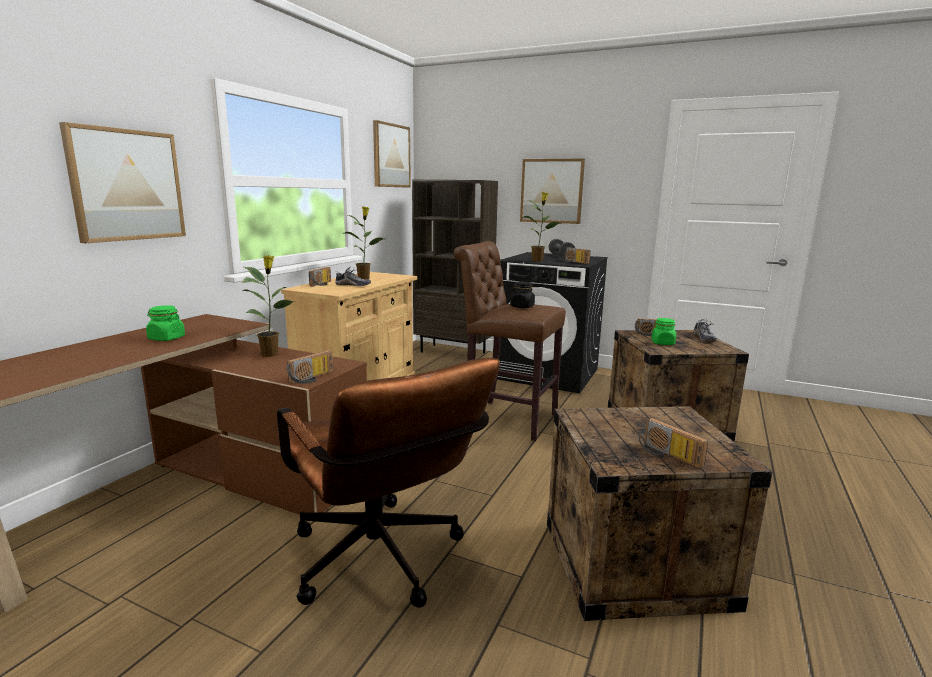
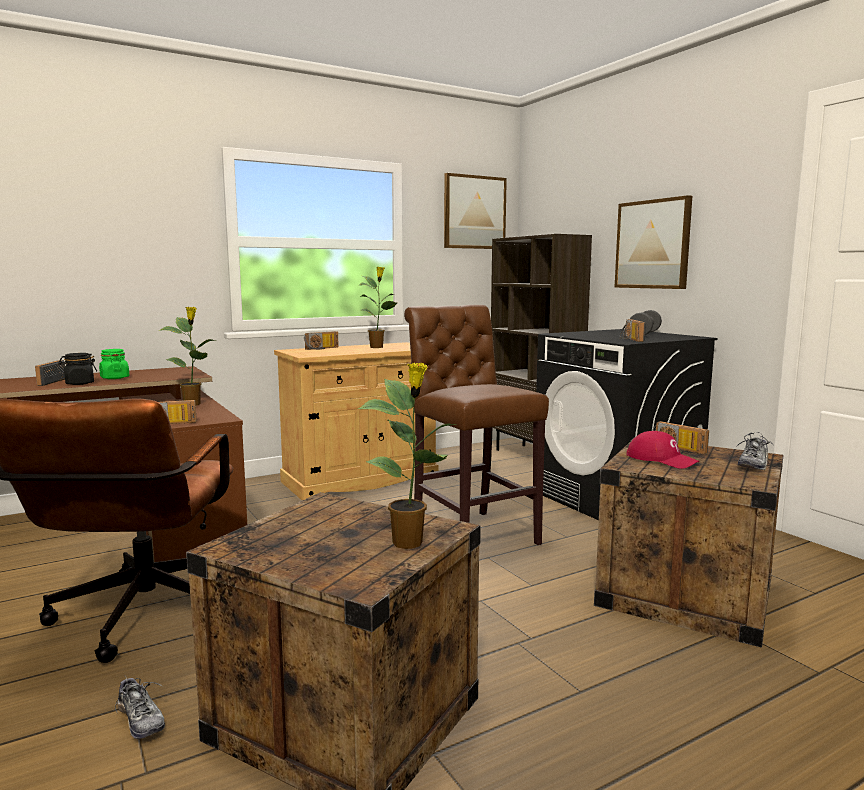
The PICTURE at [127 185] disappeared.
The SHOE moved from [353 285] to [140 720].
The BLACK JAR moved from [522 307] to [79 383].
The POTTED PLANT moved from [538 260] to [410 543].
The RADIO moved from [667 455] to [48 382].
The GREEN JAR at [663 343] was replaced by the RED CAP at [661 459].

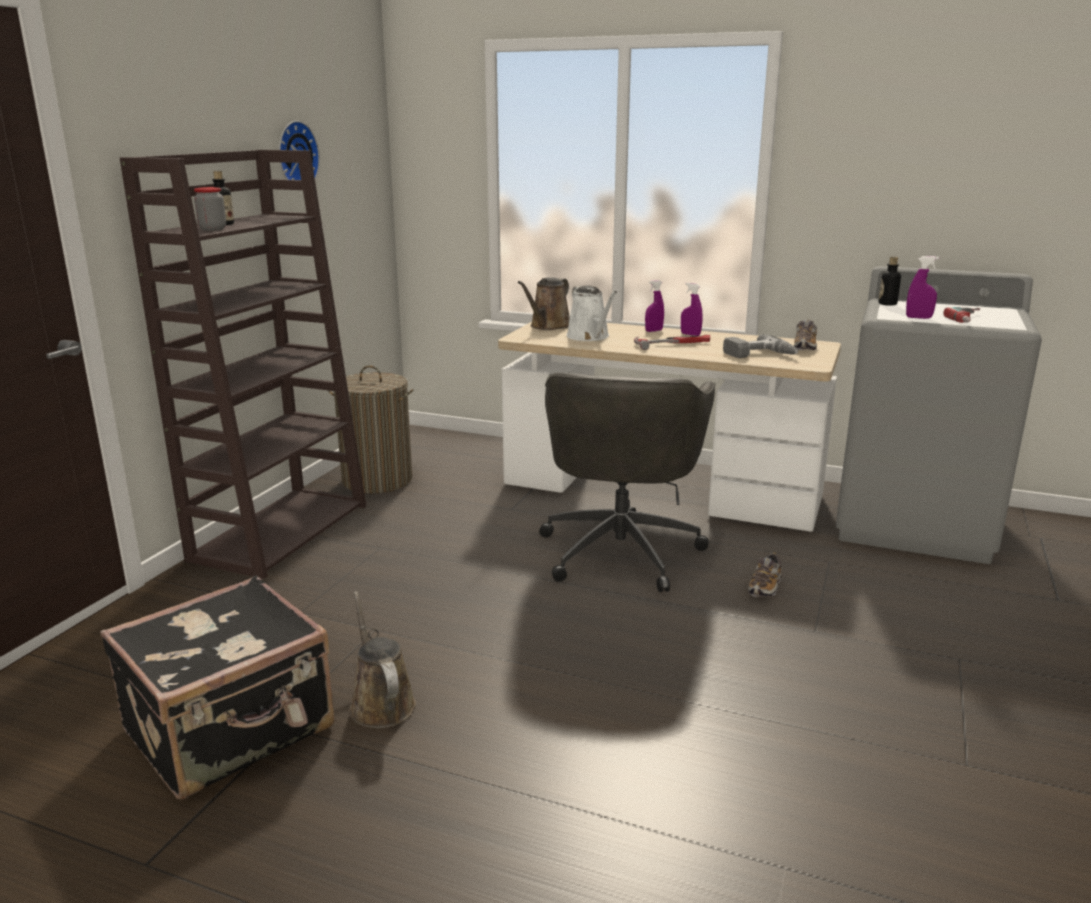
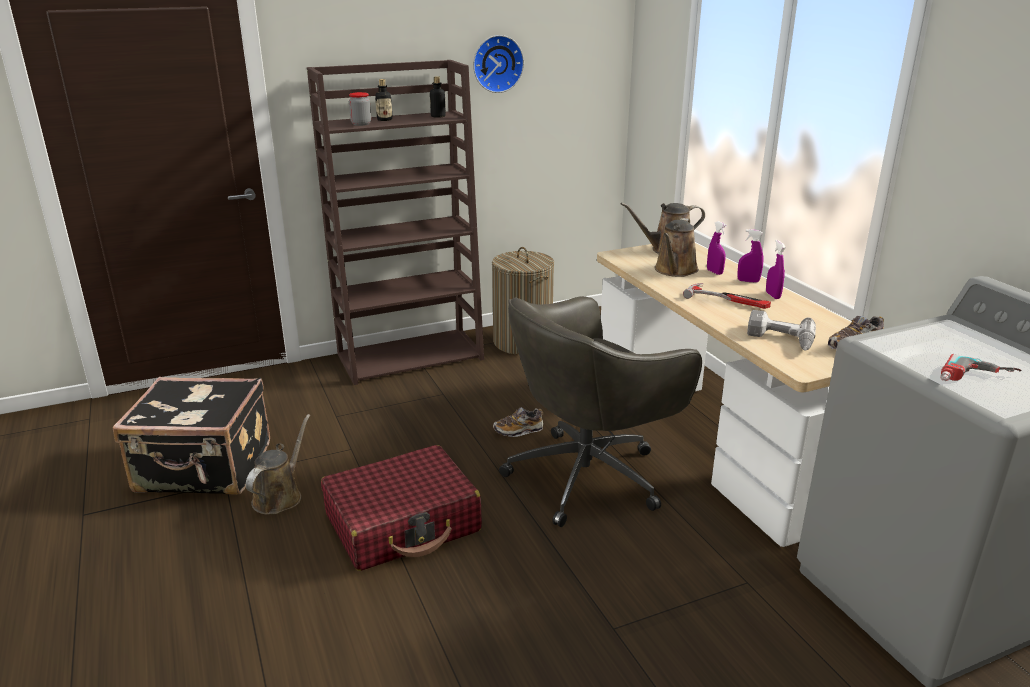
The WHITE WATERING CAN at [590 337] became the BROWN WATERING CAN at [675 271].
The SHOE moved from [765 587] to [518 430].
The BOTTLE moved from [887 304] to [438 116].
The PURPLE SPRAY BOTTLE moved from [918 318] to [714 272].
The RED SUITCASE at [403 523] appeared.

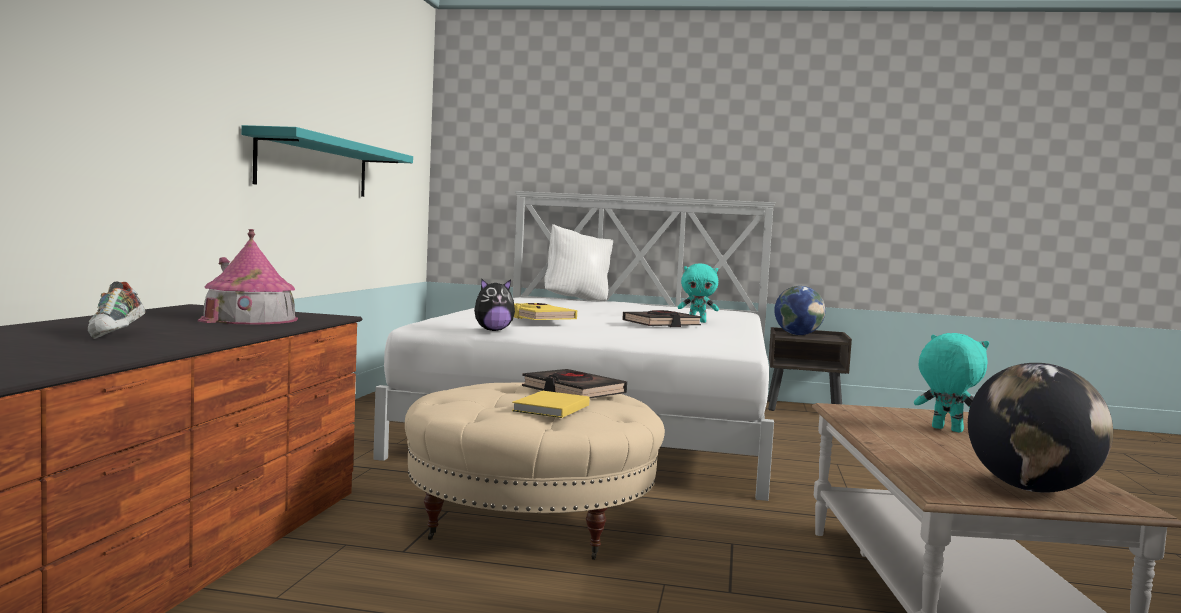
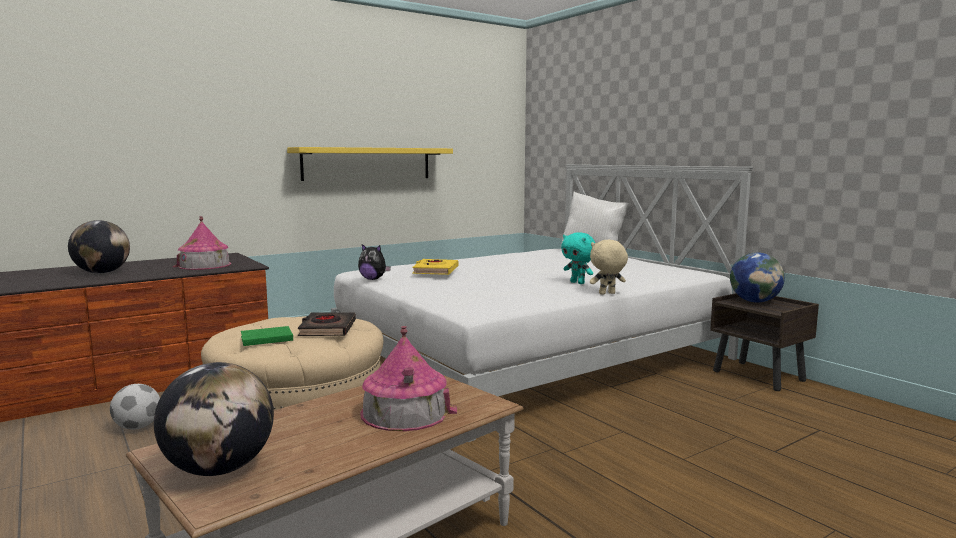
The SHOE at [117 335] was replaced by the GLOBE at [102 272].
The TURQUOISE SHELF at [315 166] became the YELLOW SHELF at [367 163].
The YELLOW BOOK at [549 408] became the GREEN BOOK at [265 338].
The BLACK BOOK at [661 324] disappeared.
The TURQUOISE PLUSH TOY at [946 430] was replaced by the TOY HOUSE at [405 412].
The FOOTBALL at [137 427] appeared.
The BEIGE PLUSH TOY at [607 294] appeared.

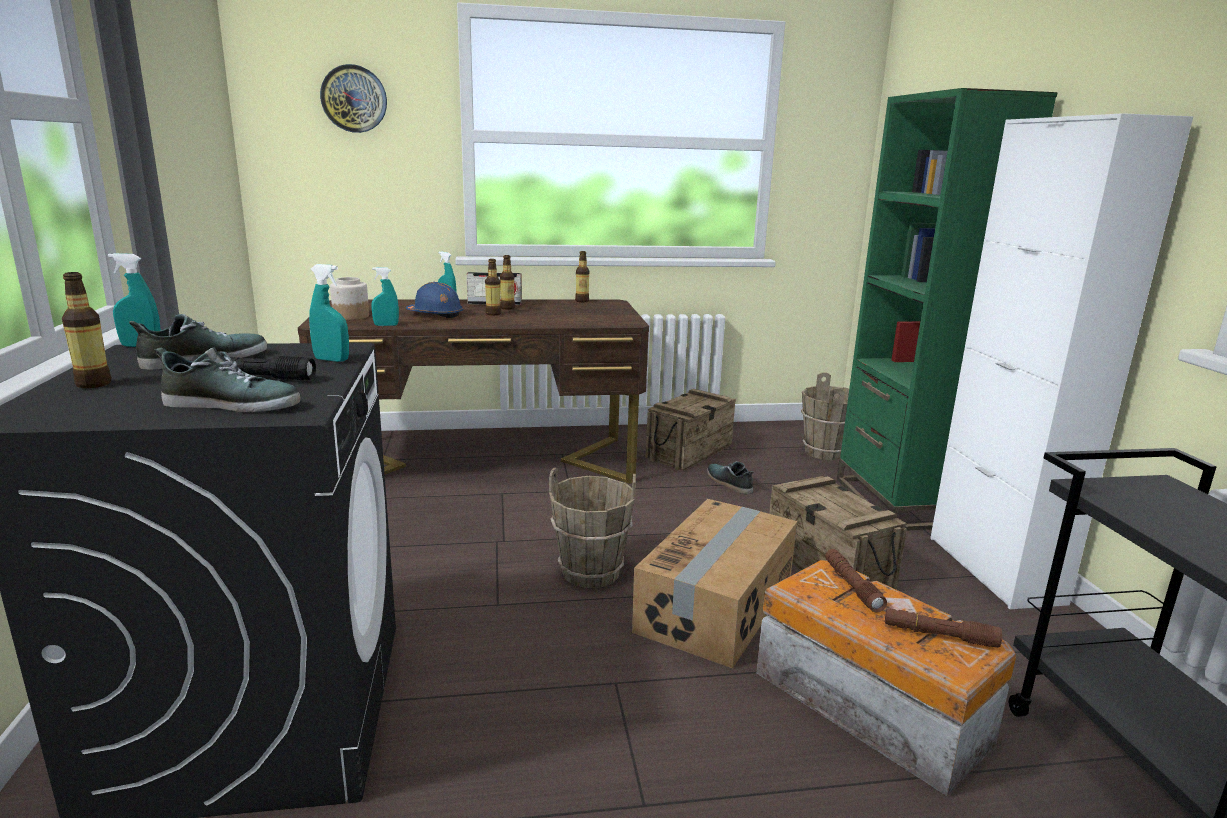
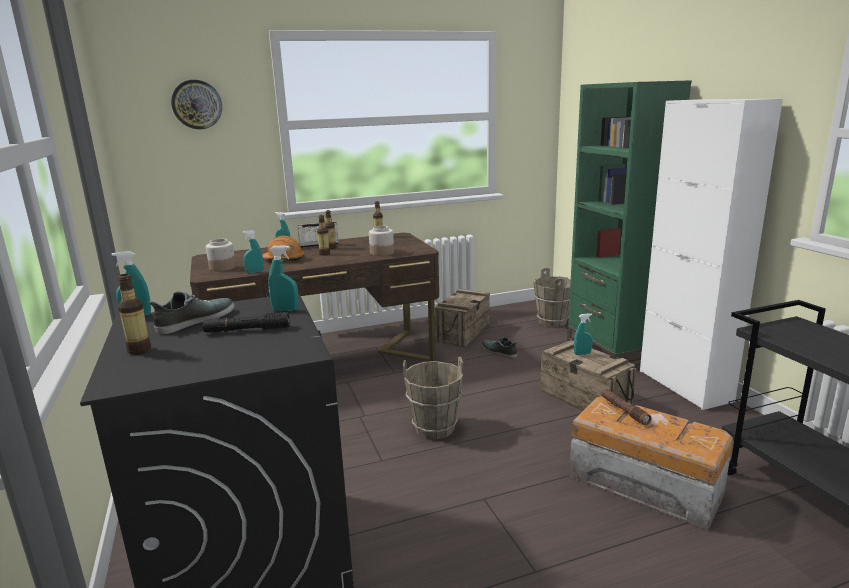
The SHOE at [232 404] disappeared.
The BLUE HARD HAT at [435 315] became the ORANGE HARD HAT at [284 259].
The CARDBOARD BOX at [717 605] disappeared.
The BROWN FLASHLIGHT at [939 635] disappeared.
The JAR at [382 253] appeared.
The TURQUOISE SPRAY BOTTLE at [582 354] appeared.

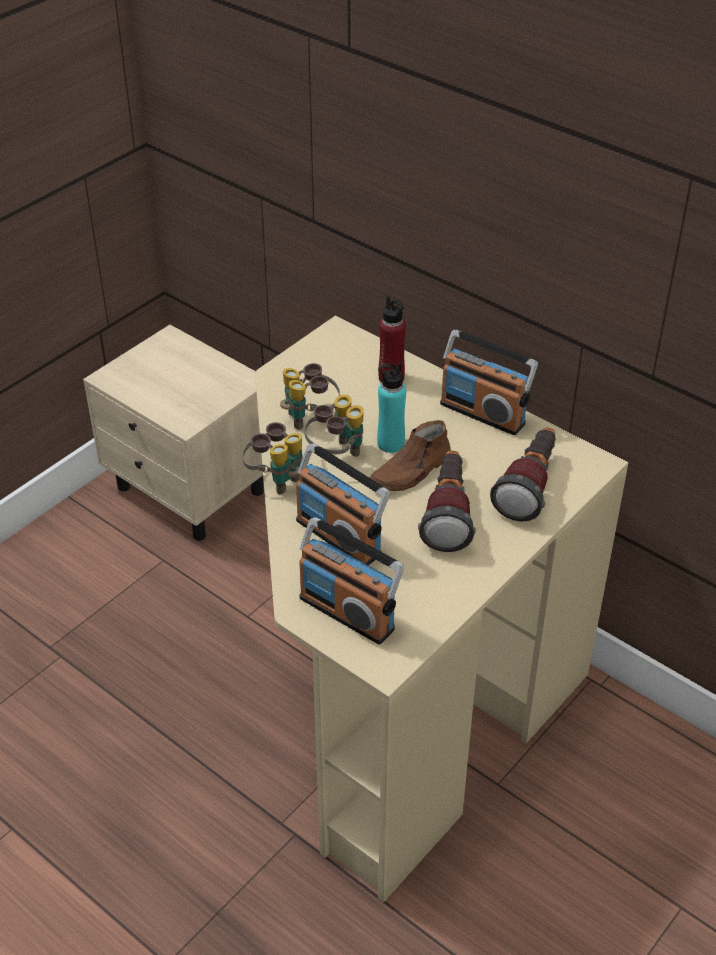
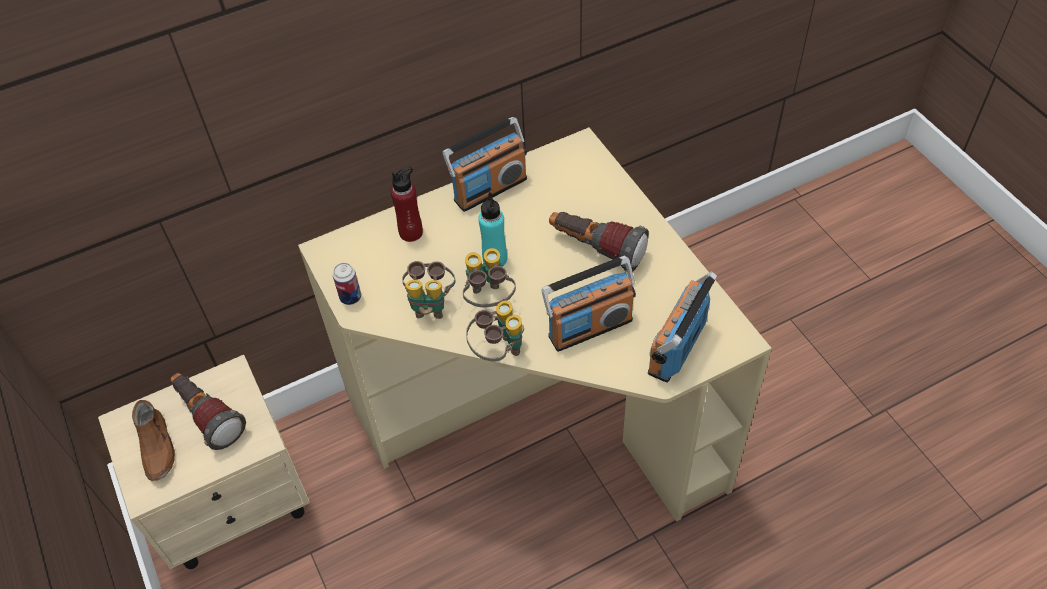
The RADIO at [347 612] turned 150 degrees clockwise.
The BROWN SHOE moved from [411 471] to [157 447].
The FLASHLIGHT moved from [529 487] to [208 417].
The CAN at [350 297] appeared.

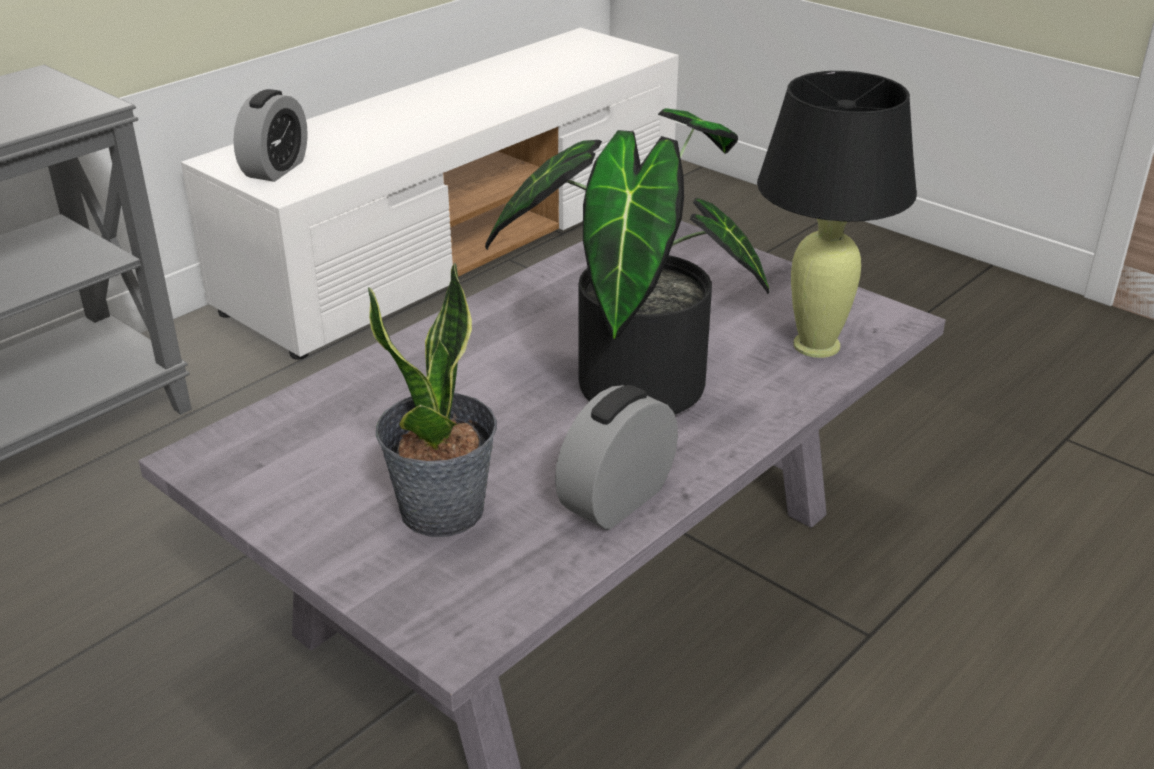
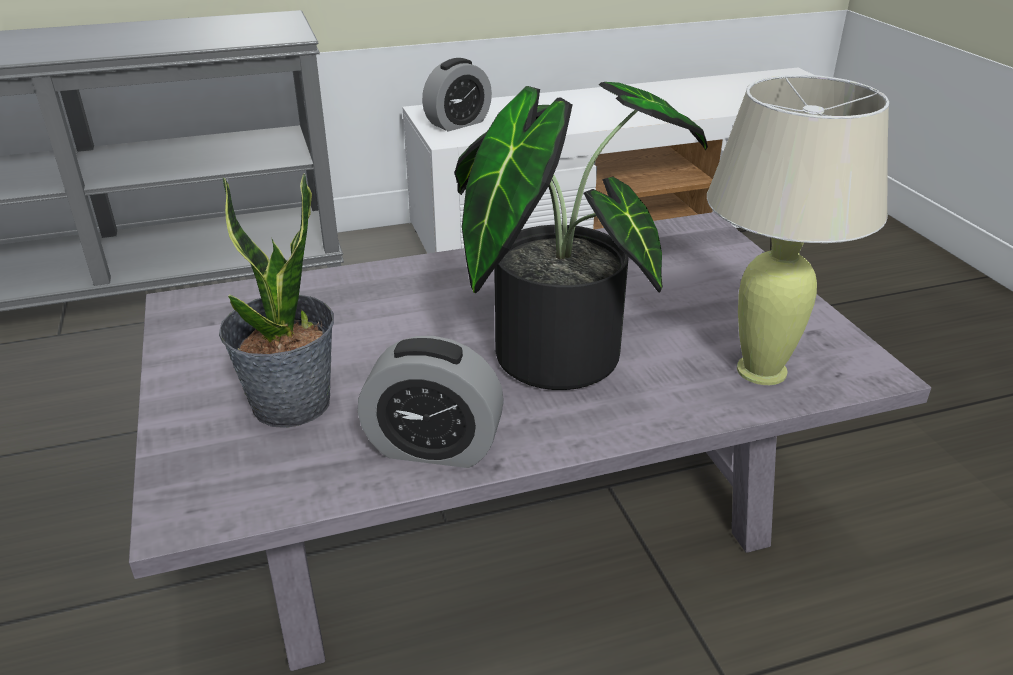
The ALARM CLOCK at [617 500] turned 150 degrees counterclockwise.
The BLACK TABLE LAMP at [817 345] became the BEIGE TABLE LAMP at [762 371].

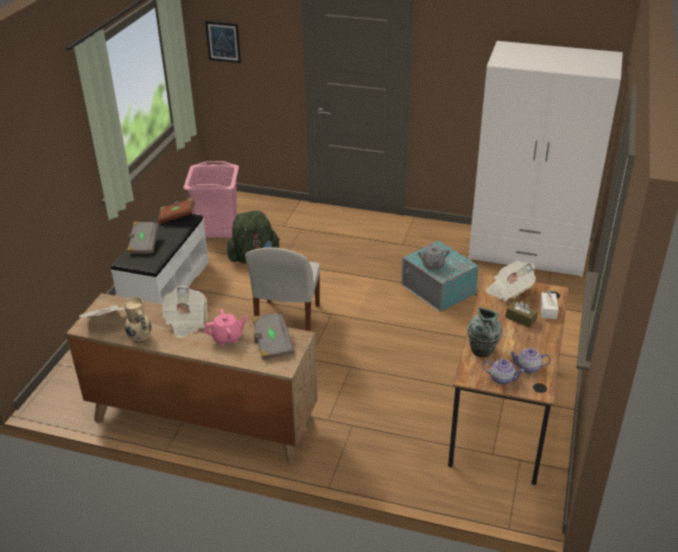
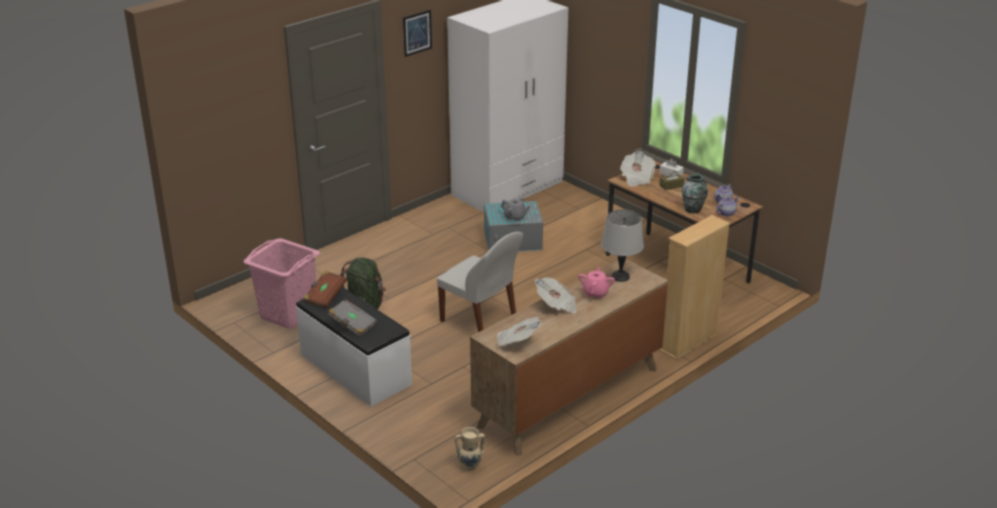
The BEIGE VASE moved from [140 338] to [470 465].
The PICTURE moved from [223 42] to [417 33].
The GREY BOOK at [272 343] was replaced by the GREY TABLE LAMP at [620 277].
The BEIGE BOOKCASE at [688 342] appeared.

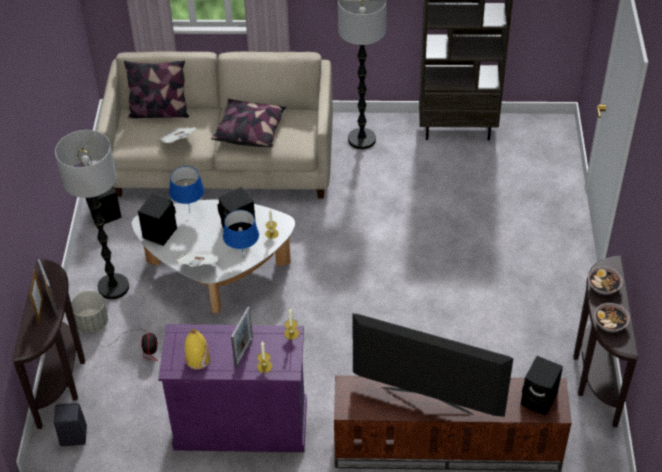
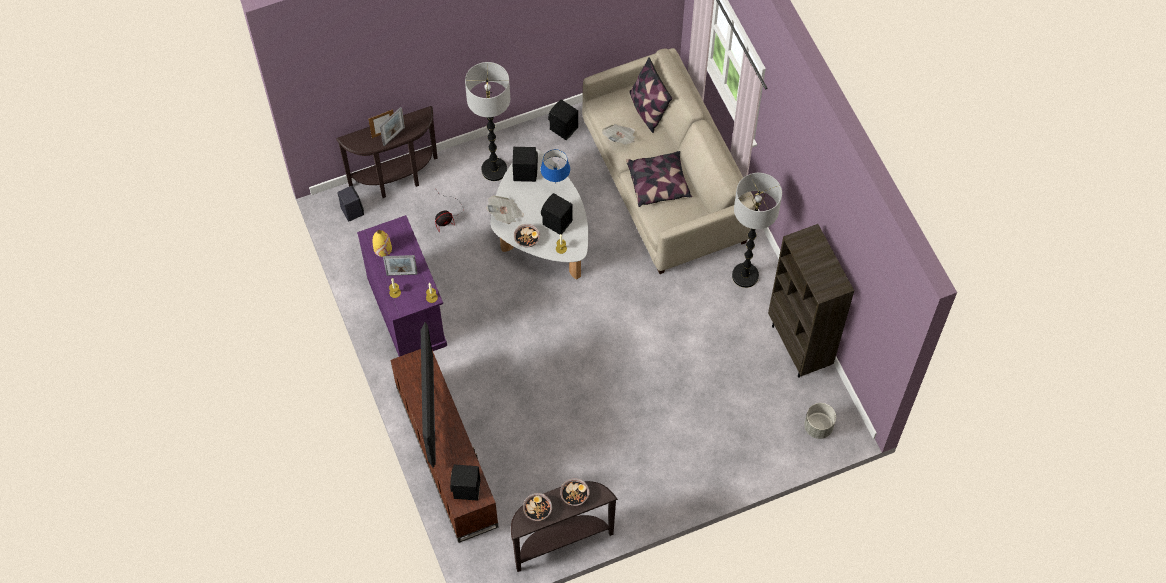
The GREY PLANTER moved from [92 323] to [818 427].
The BLUE TABLE LAMP at [243 257] was replaced by the BOWL at [527 239].

